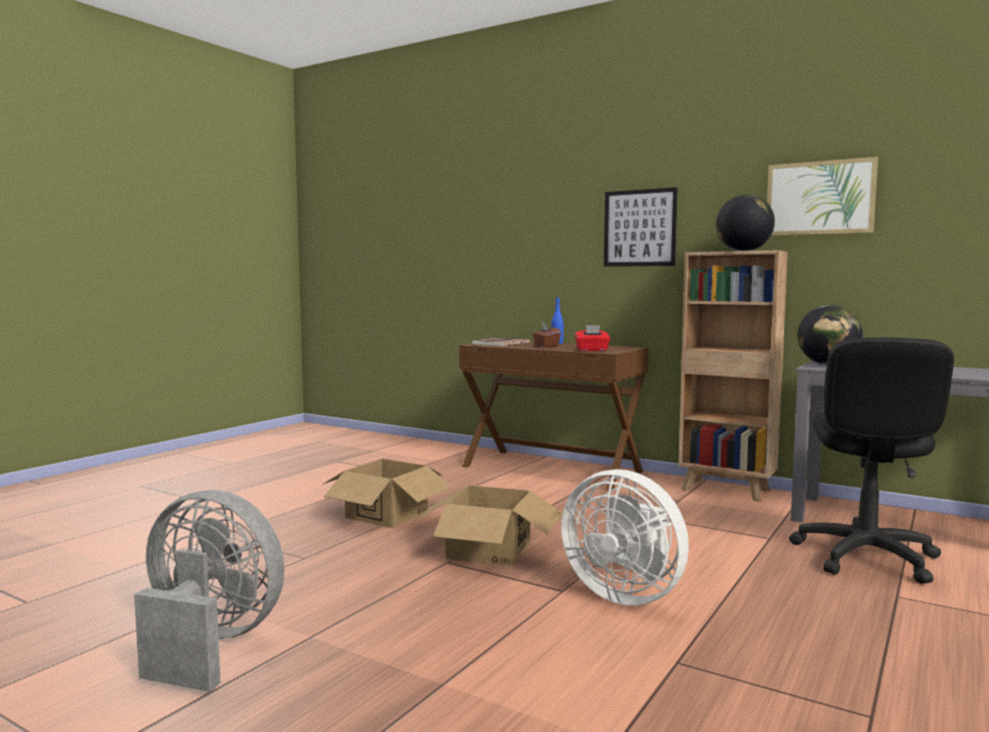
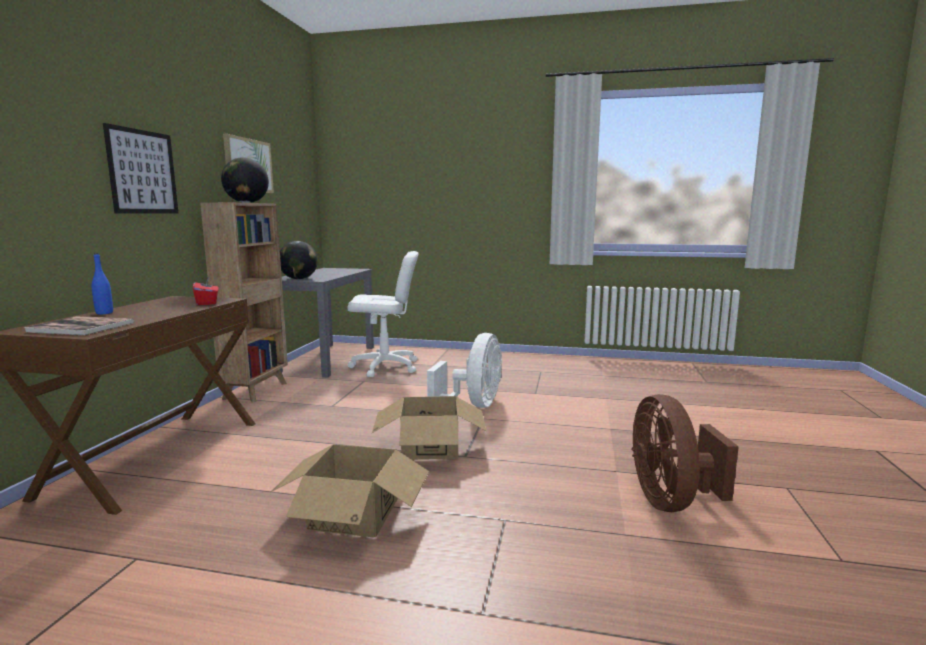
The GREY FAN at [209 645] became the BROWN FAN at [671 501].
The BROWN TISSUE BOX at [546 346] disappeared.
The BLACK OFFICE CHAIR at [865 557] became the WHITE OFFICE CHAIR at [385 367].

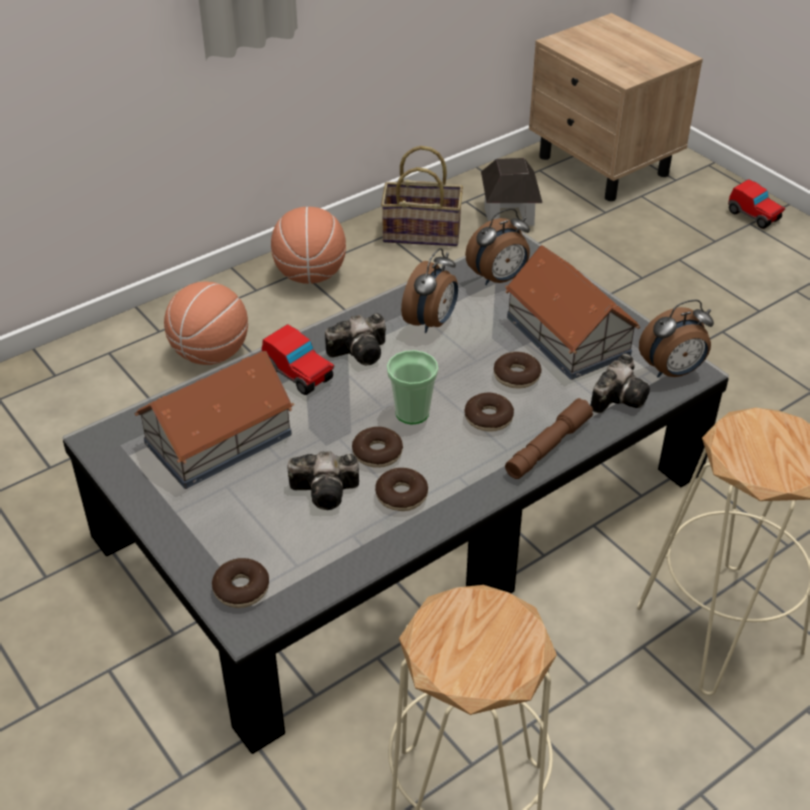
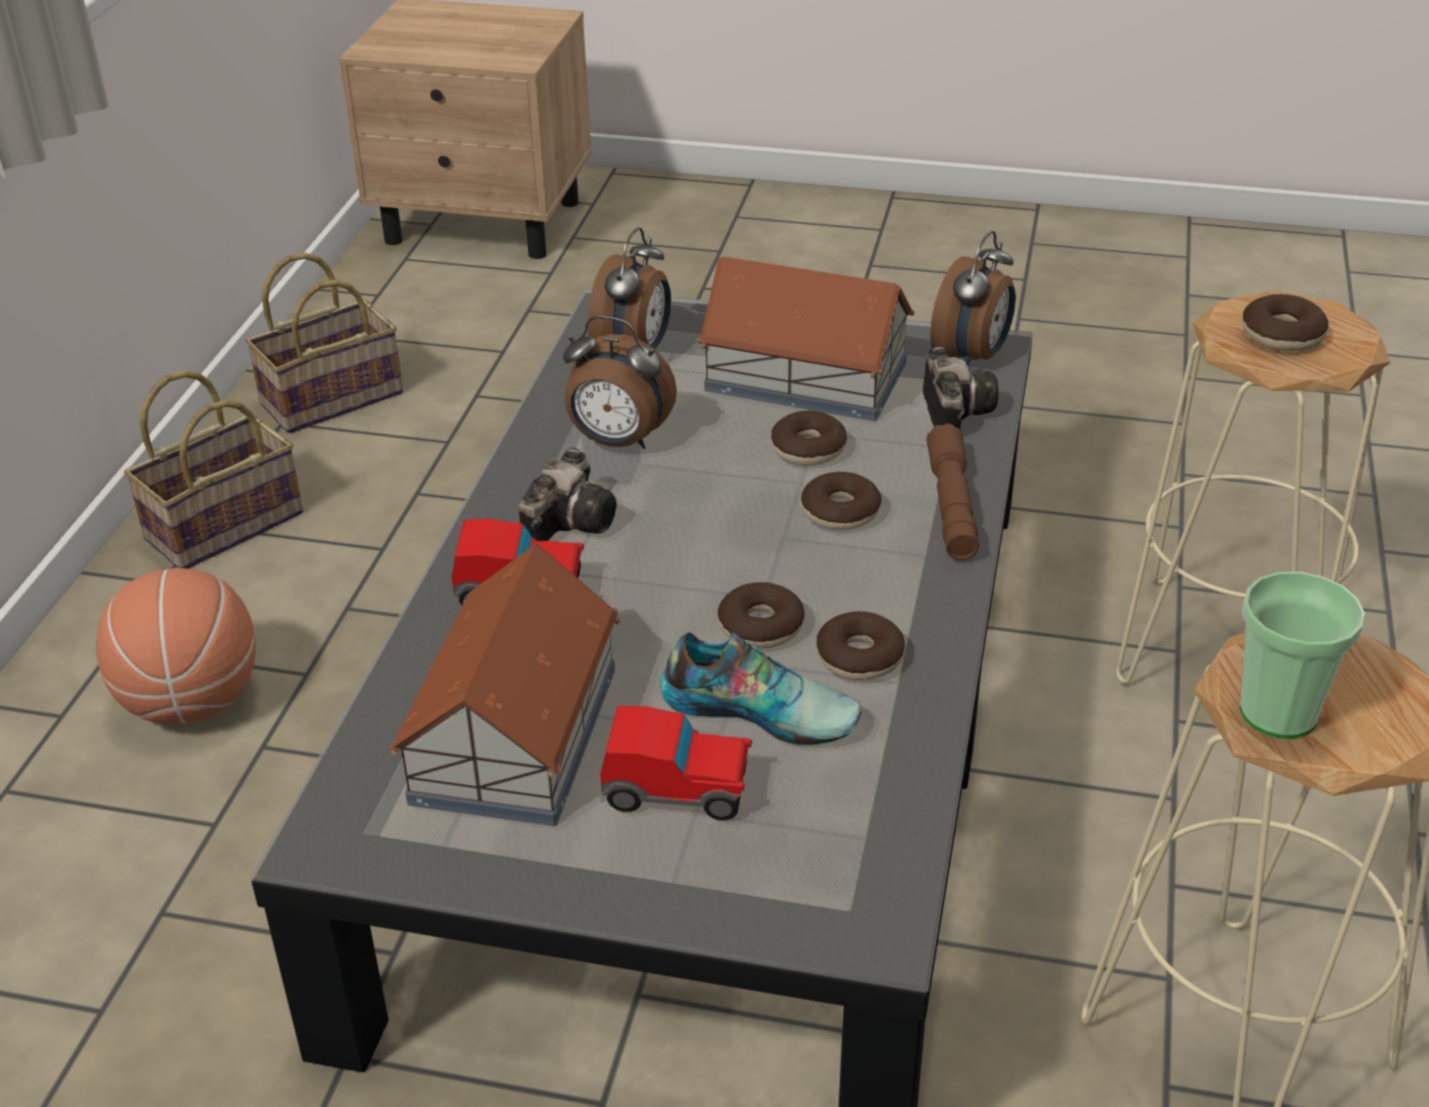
The DONUT moved from [241 589] to [1282 335].
The BASKETBALL at [310 275] was replaced by the BASKET at [226 523].
The PHOTO CAMERA at [328 491] was replaced by the SHOE at [760 708].
The CUP moved from [412 413] to [1278 713].
The ALARM CLOCK at [431 323] turned 120 degrees clockwise.
The TOY HOUSE at [509 214] disappeared.
The TOY CAR moved from [754 216] to [678 791].

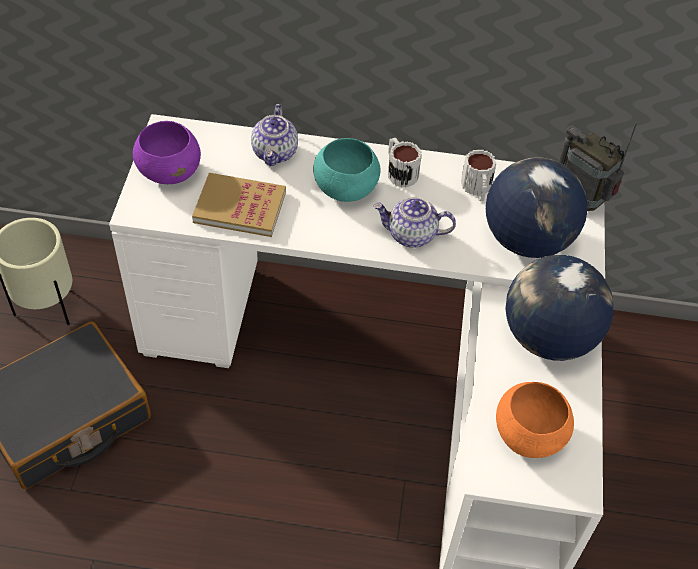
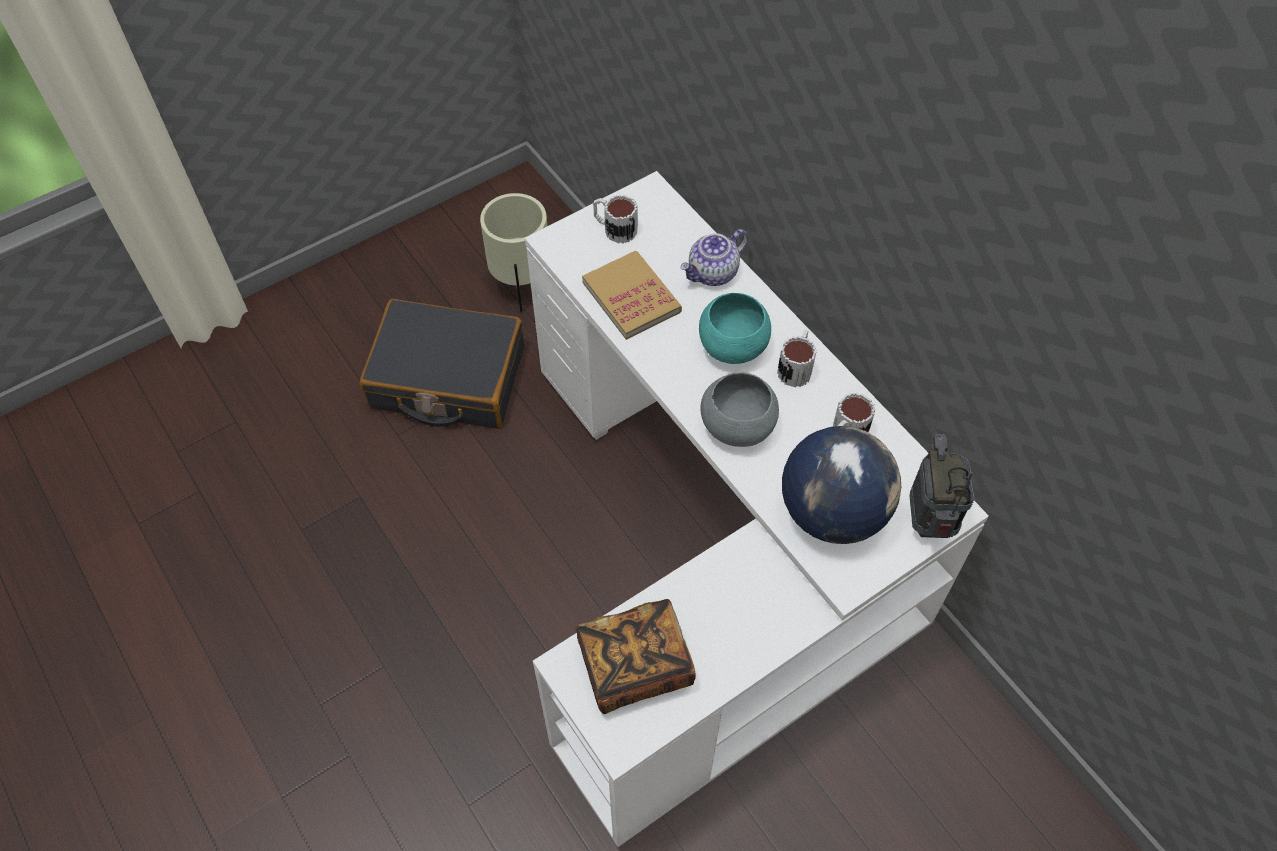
The PURPLE BOWL at [170 171] was replaced by the MUG at [614 228].
The TEAPOT at [411 235] was replaced by the GREY BOWL at [737 427].
The ORANGE BOWL at [527 435] was replaced by the BOOK at [635 665].
The GLOBE at [548 338] disappeared.

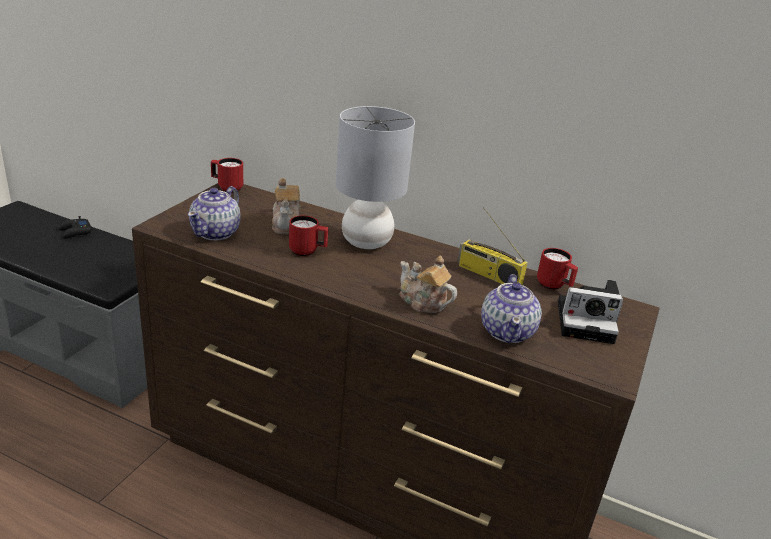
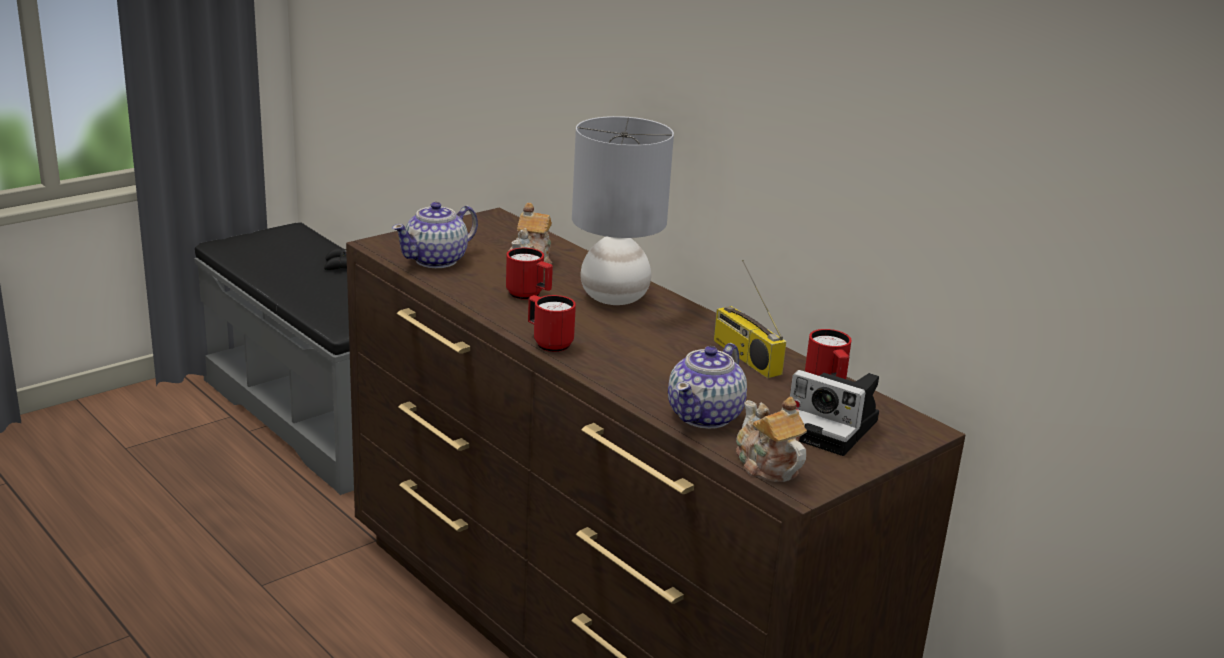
The RED MUG moved from [227 188] to [548 343].
The TEAPOT moved from [423 302] to [766 465].

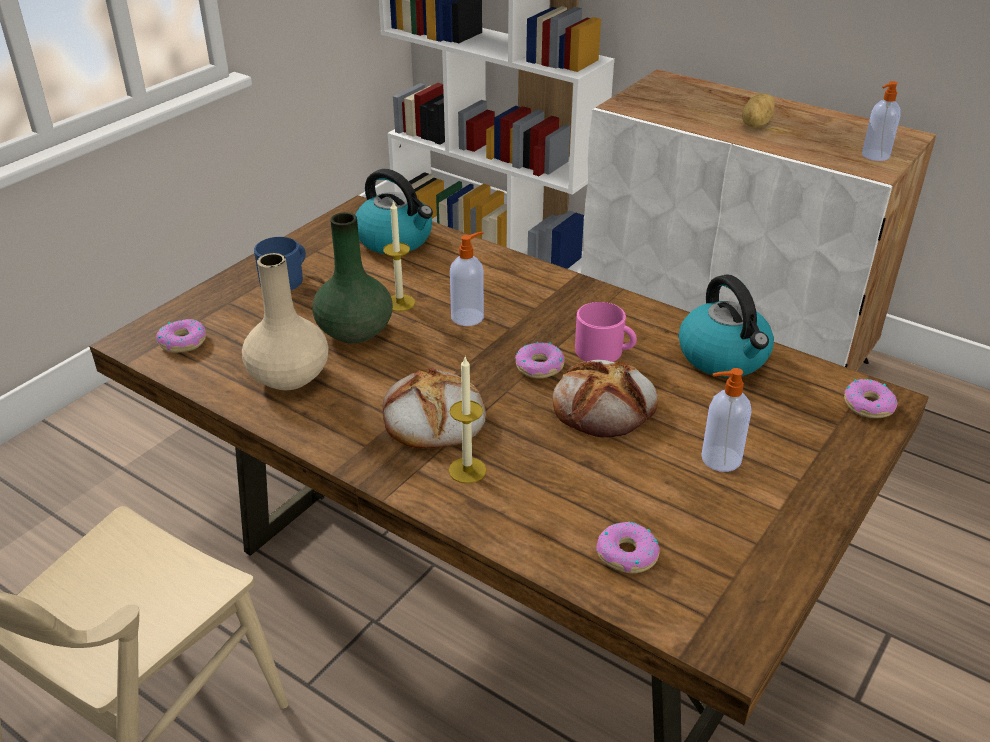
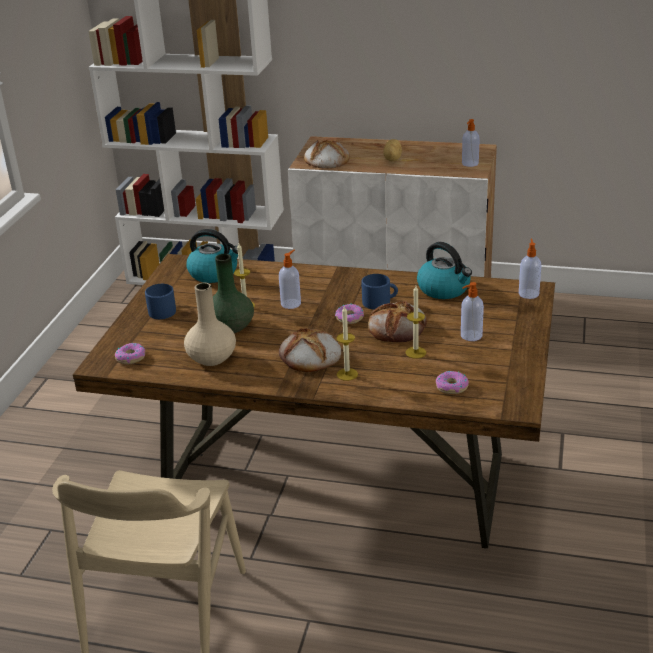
The PINK MUG at [604 351] became the BLUE MUG at [380 302].
The DONUT at [868 405] was replaced by the SOAP DISPENSER at [528 293].
The BREAD at [326 160] appeared.
The CANDLE at [415 352] appeared.

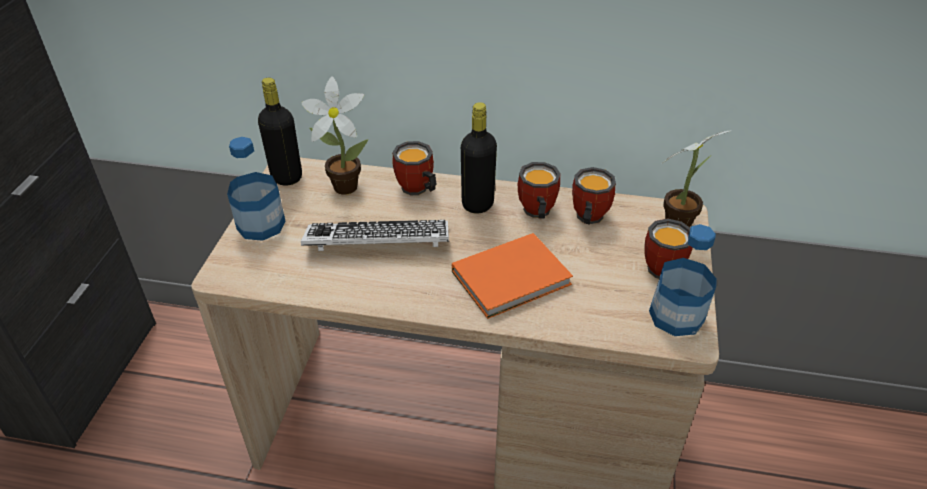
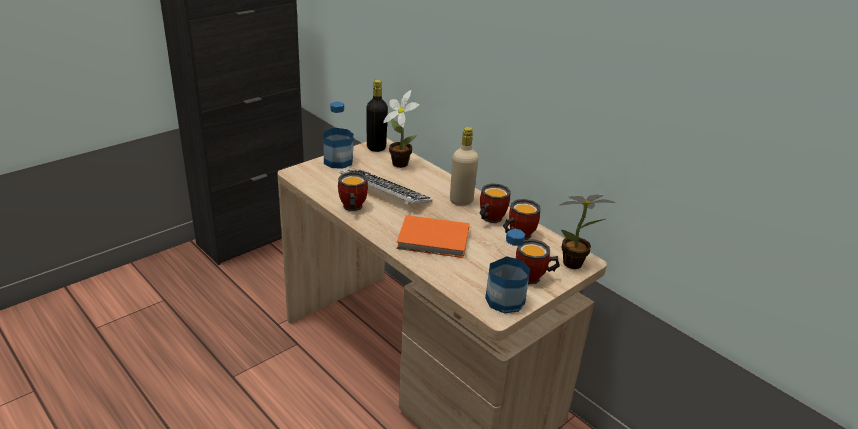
The MUG moved from [416 190] to [351 208].
The BLACK BOTTLE at [477 204] became the BEIGE BOTTLE at [461 201].

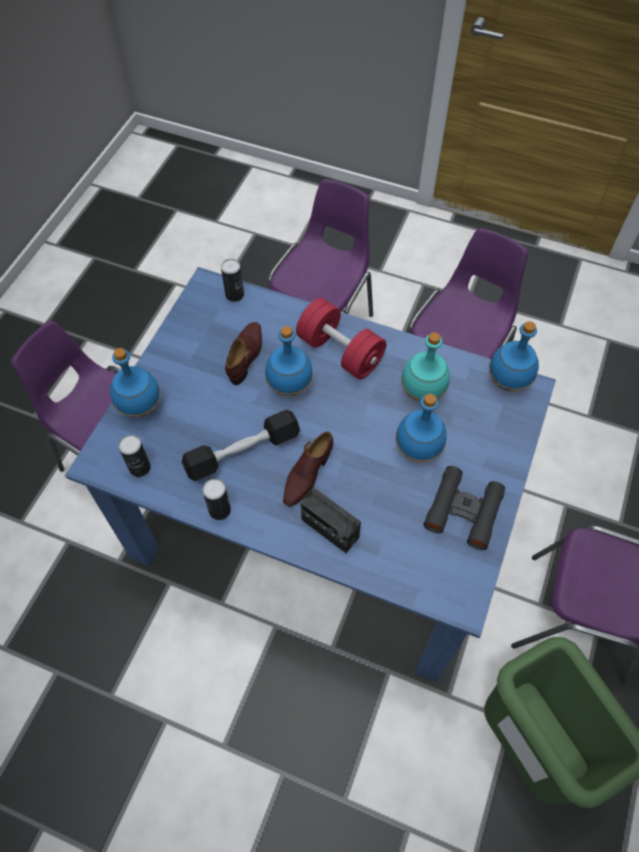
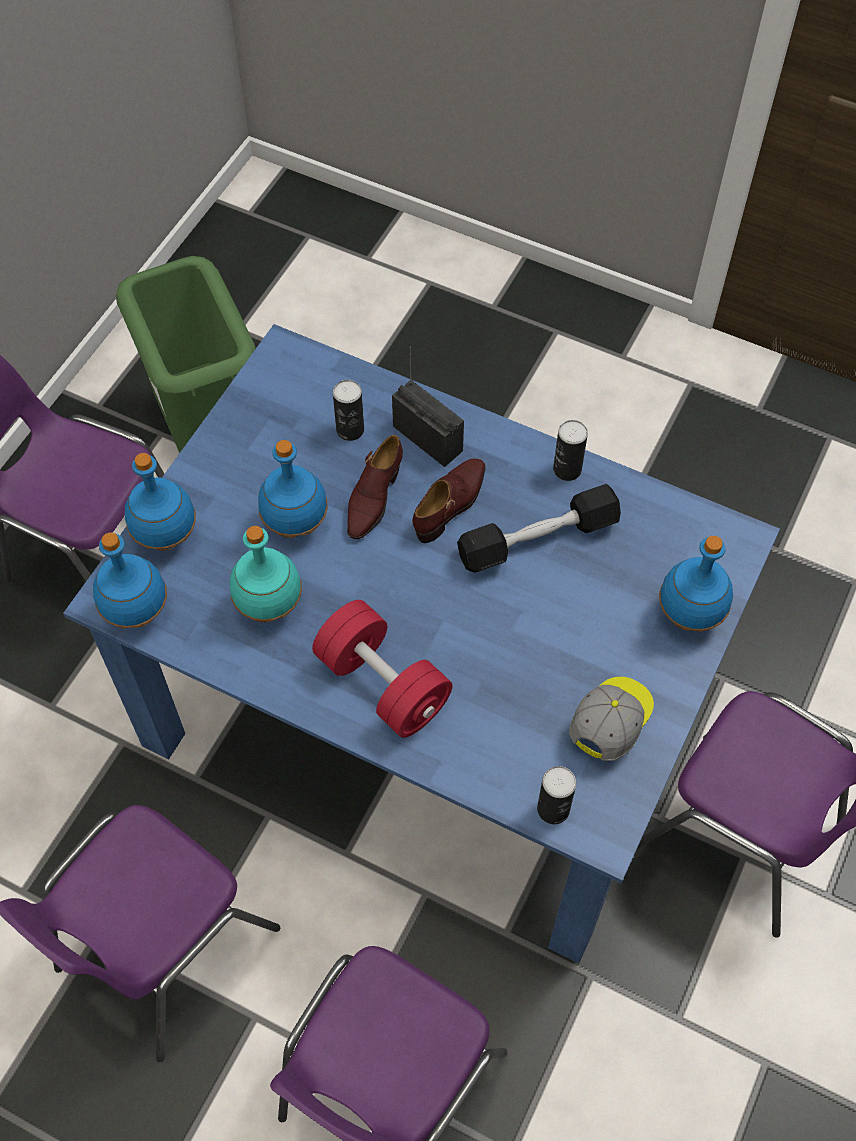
The CAN moved from [140 467] to [350 430].
The BROWN SHOE moved from [246 355] to [373 497].
The BLUE BOTTLE moved from [290 386] to [165 537].
The BLACK BINOCULARS at [463 510] disappeared.
The CAP at [611 722] appeared.

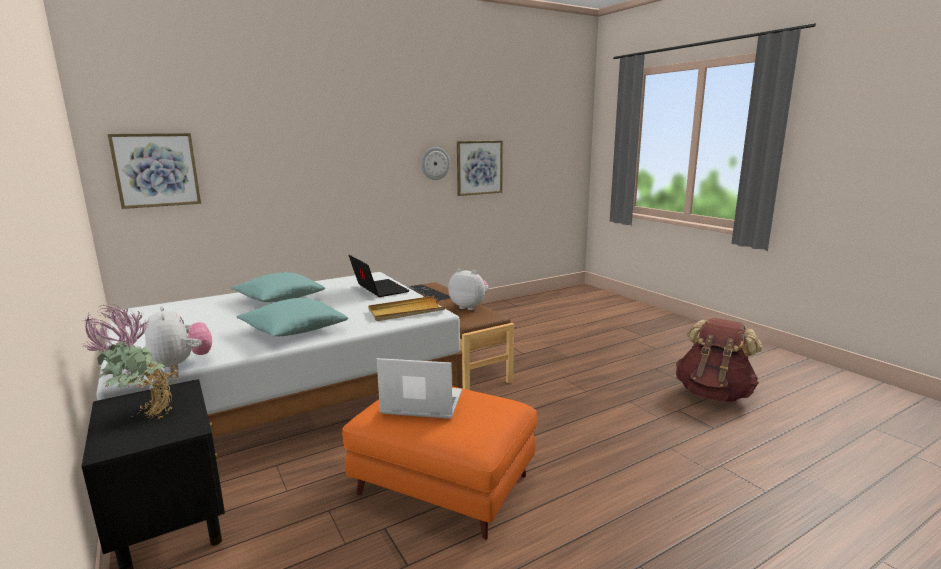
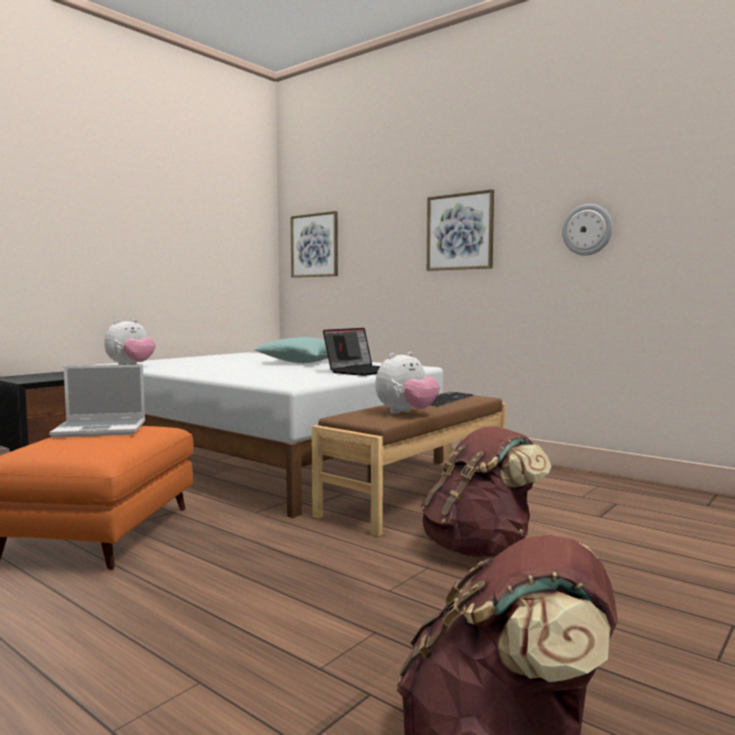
The POTTED PLANT at [143 415] disappeared.
The TURQUOISE PILLOW at [293 330] disappeared.
The BEIGE TRAY at [406 311] disappeared.
The LAPTOP at [420 404] turned 90 degrees clockwise.
The PLUSH TOY at [469 307] turned 45 degrees clockwise.
The PICTURE moved from [479 167] to [460 232].
The BROWN BACKPACK at [480 549] appeared.

